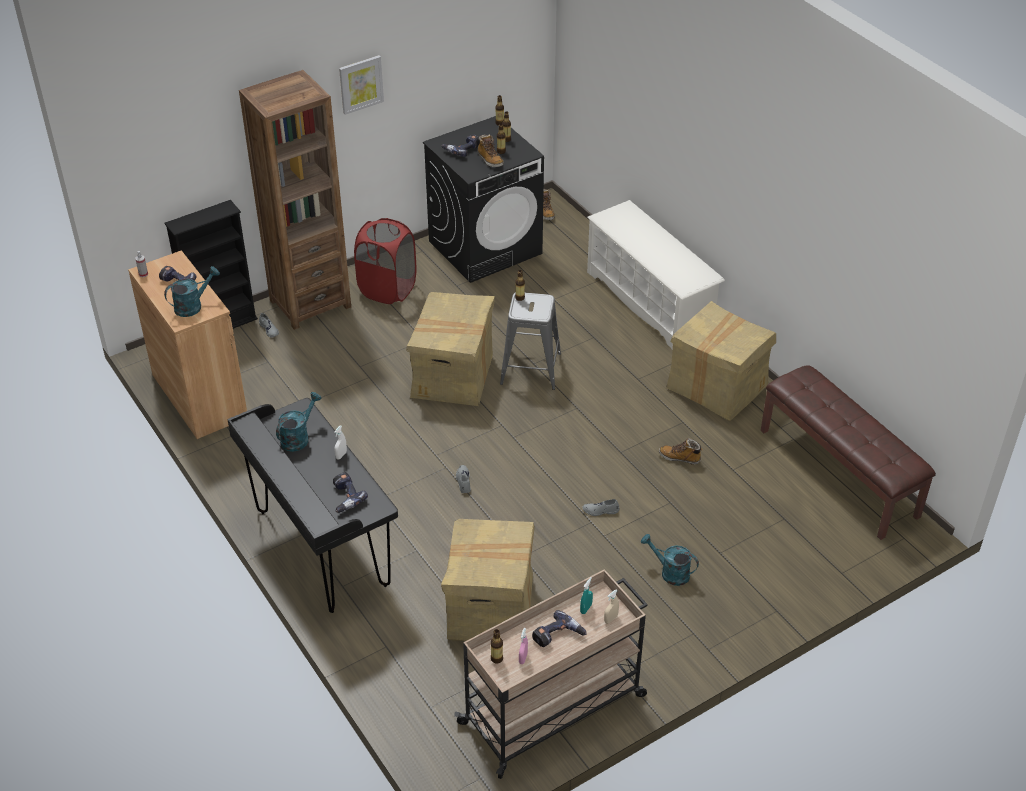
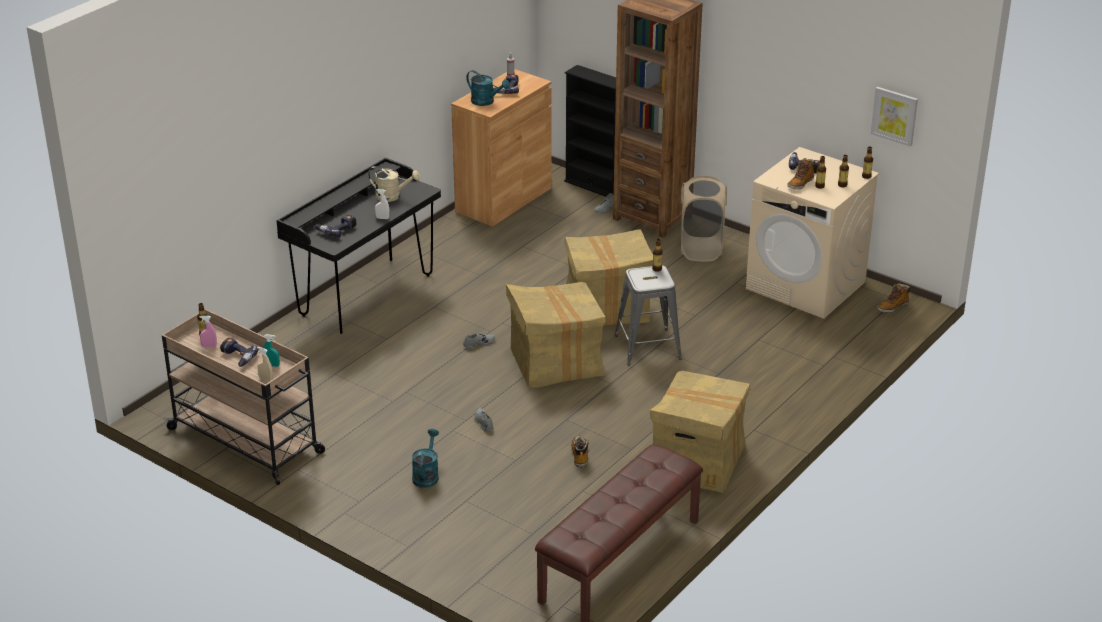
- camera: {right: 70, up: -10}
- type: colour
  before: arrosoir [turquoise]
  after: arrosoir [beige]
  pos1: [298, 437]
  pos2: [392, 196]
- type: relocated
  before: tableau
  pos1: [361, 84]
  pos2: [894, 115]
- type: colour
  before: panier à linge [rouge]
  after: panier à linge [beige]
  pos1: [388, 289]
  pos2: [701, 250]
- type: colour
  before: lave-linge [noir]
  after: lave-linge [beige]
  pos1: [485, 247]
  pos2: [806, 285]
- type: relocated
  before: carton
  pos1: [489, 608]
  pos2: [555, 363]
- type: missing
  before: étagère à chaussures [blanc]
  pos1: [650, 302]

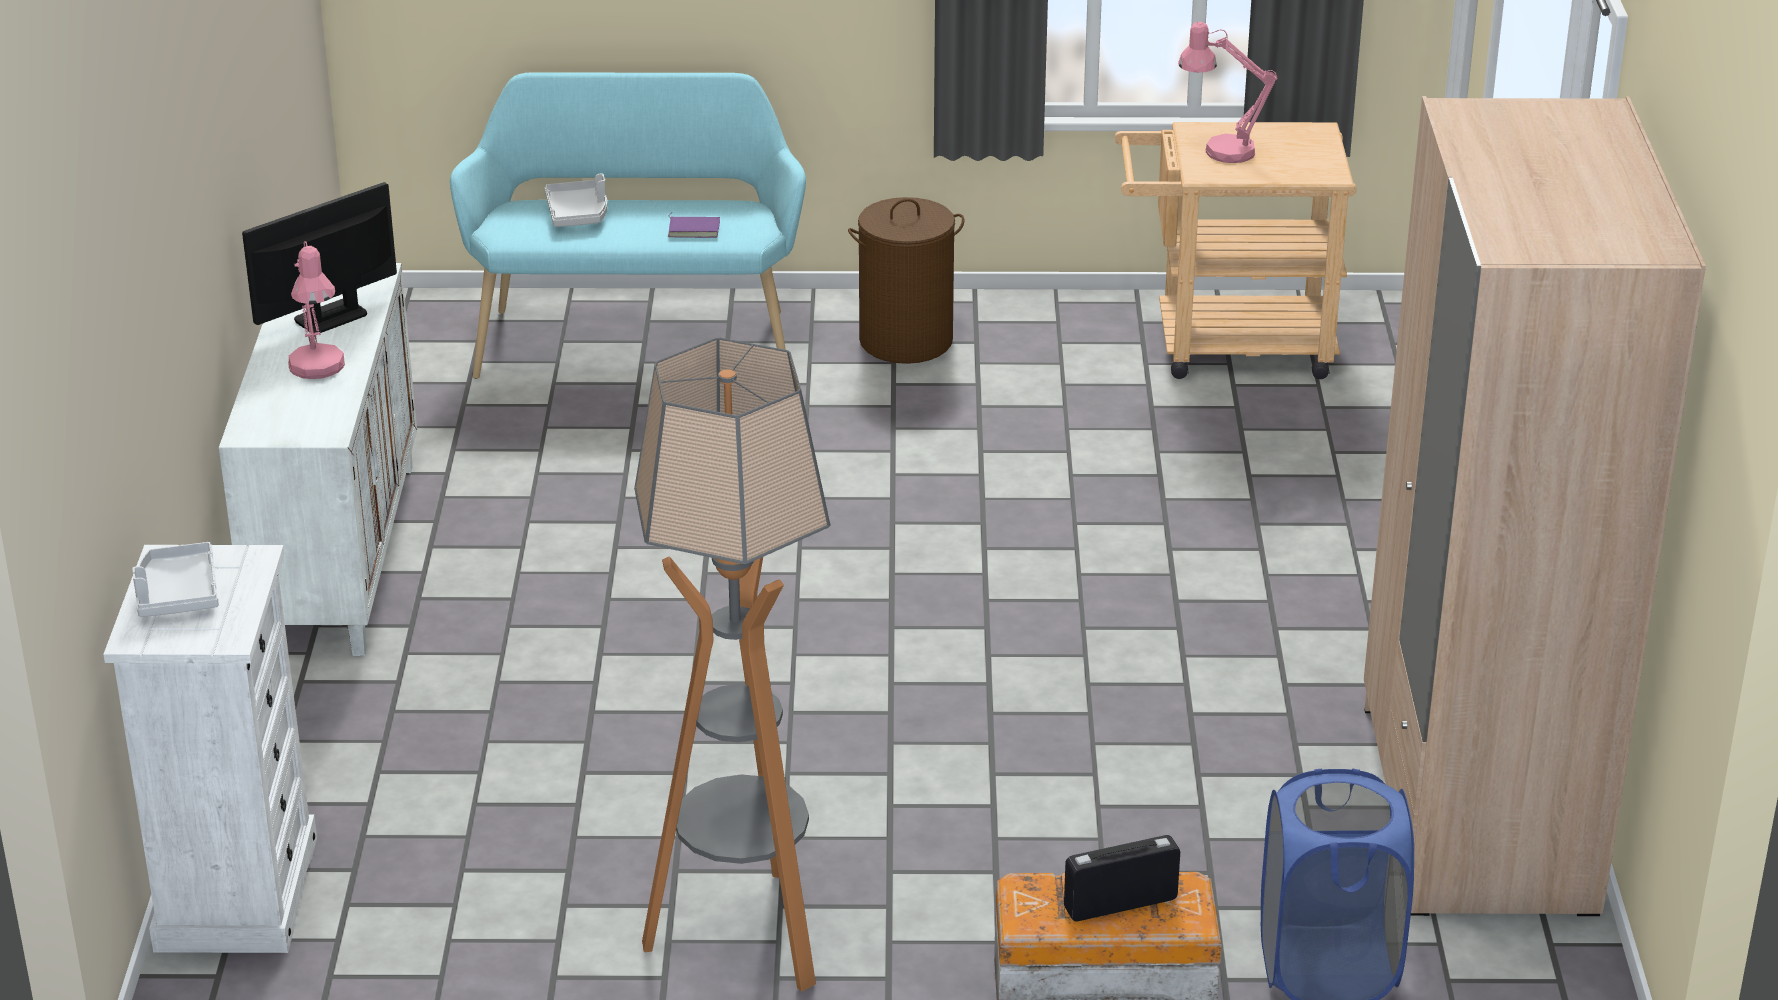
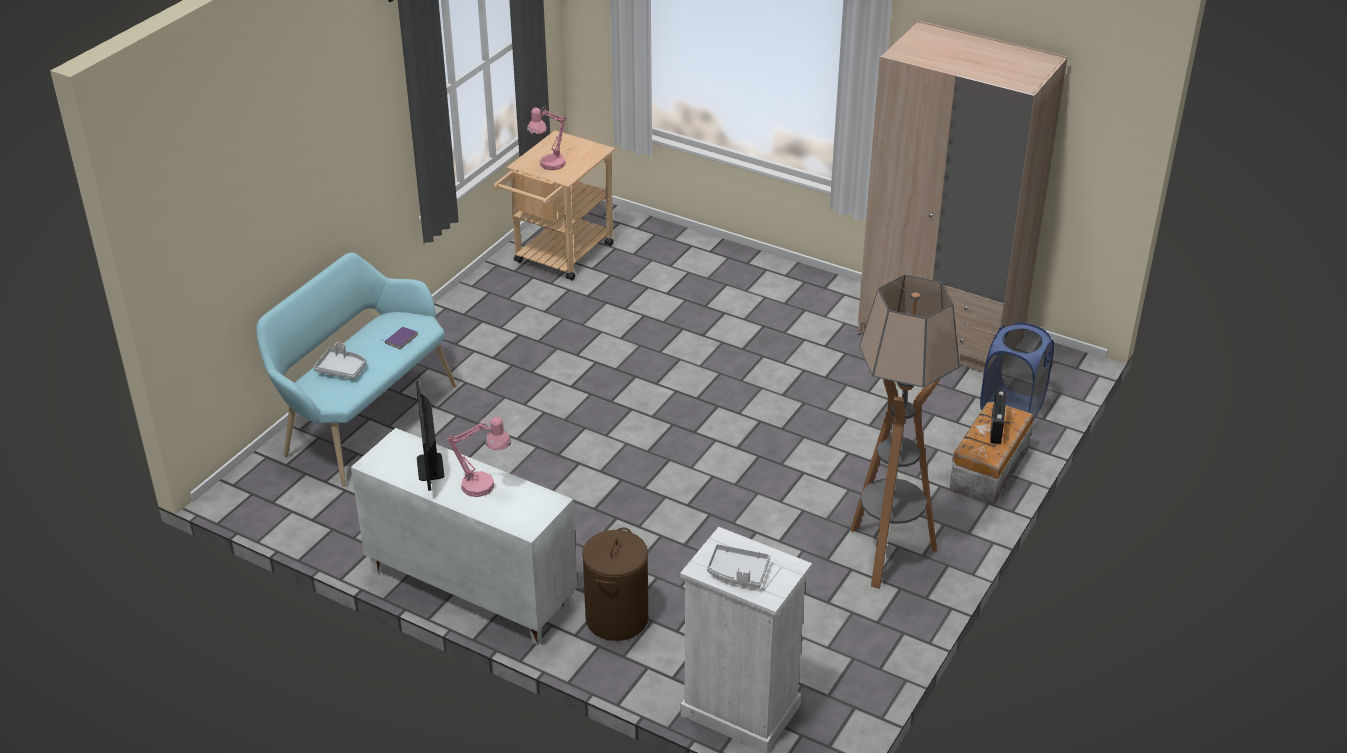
- camera: {right: -60, up: 5}
- type: relocated
  before: panier à linge [marron]
  pos1: [906, 341]
  pos2: [617, 618]

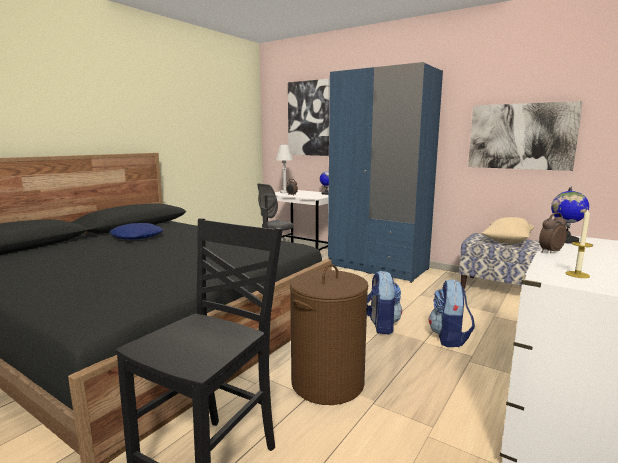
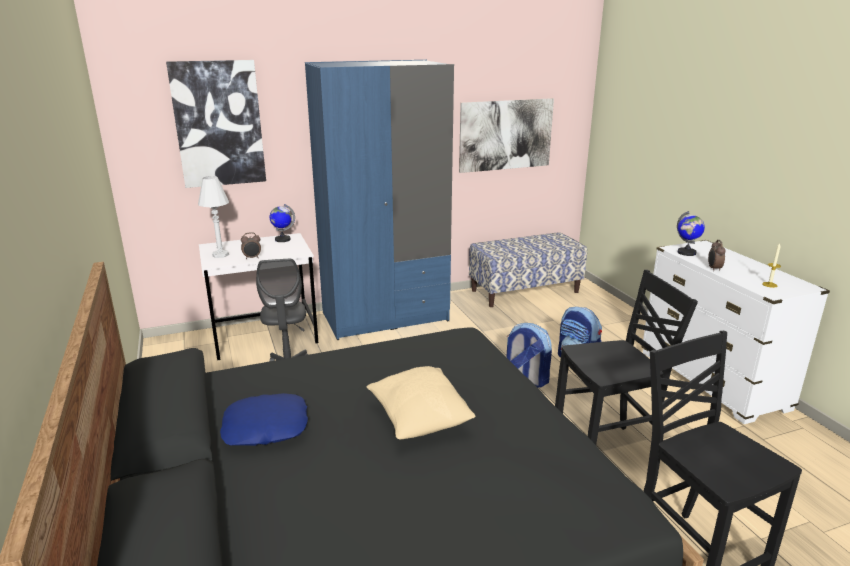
- camera: {right: -55, up: 10}
- type: exchanged
  before: panier à linge [marron]
  after: chaise [noir]
  pos1: [327, 383]
  pos2: [606, 450]
- type: relocated
  before: coussin [beige]
  pos1: [507, 241]
  pos2: [419, 420]

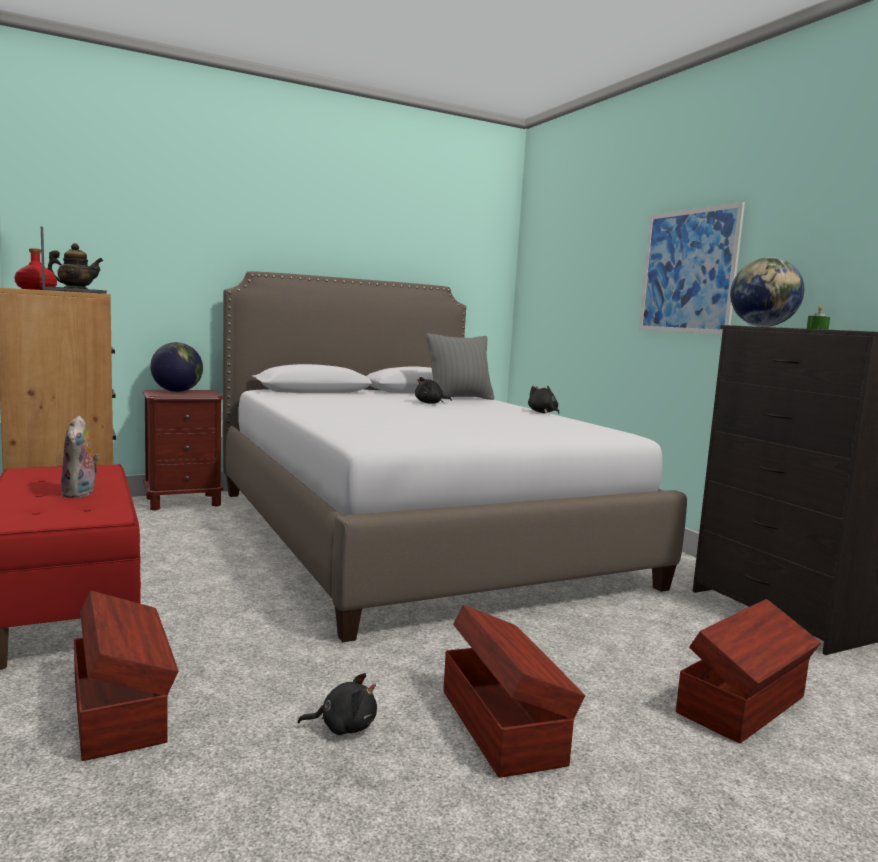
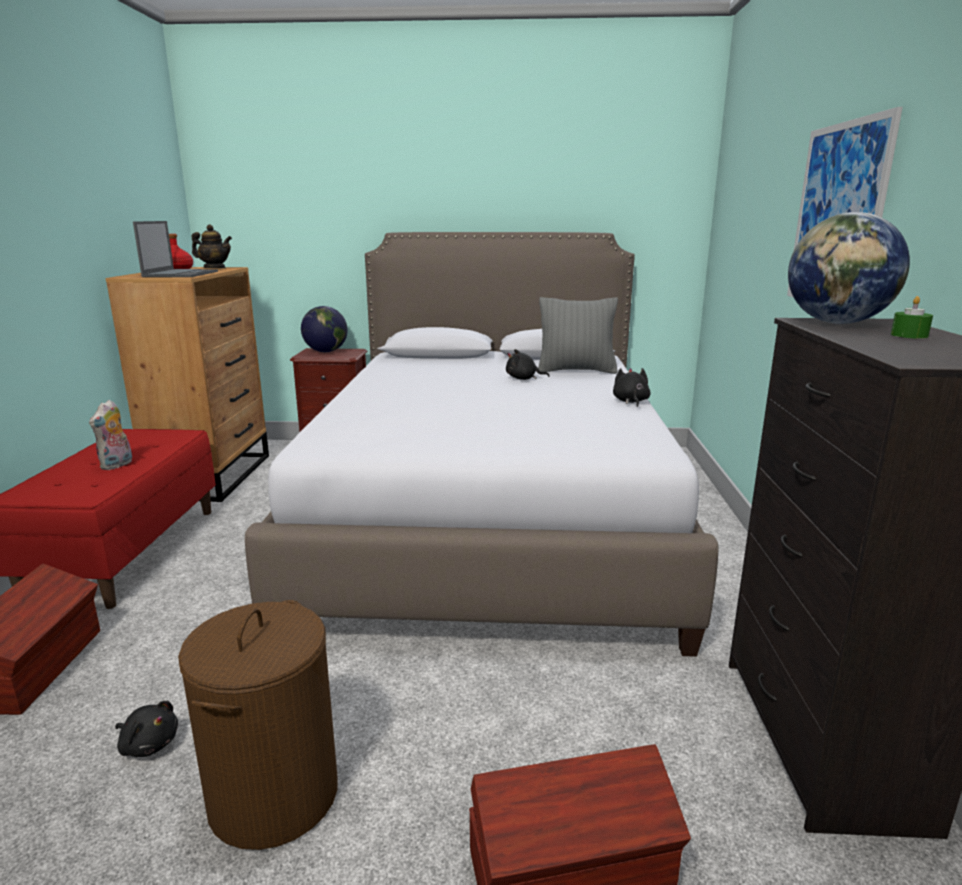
- camera: {right: 30, up: 10}
- type: exchanged
  before: boîte de rangement [marron]
  after: panier à linge [marron]
  pos1: [503, 725]
  pos2: [274, 794]

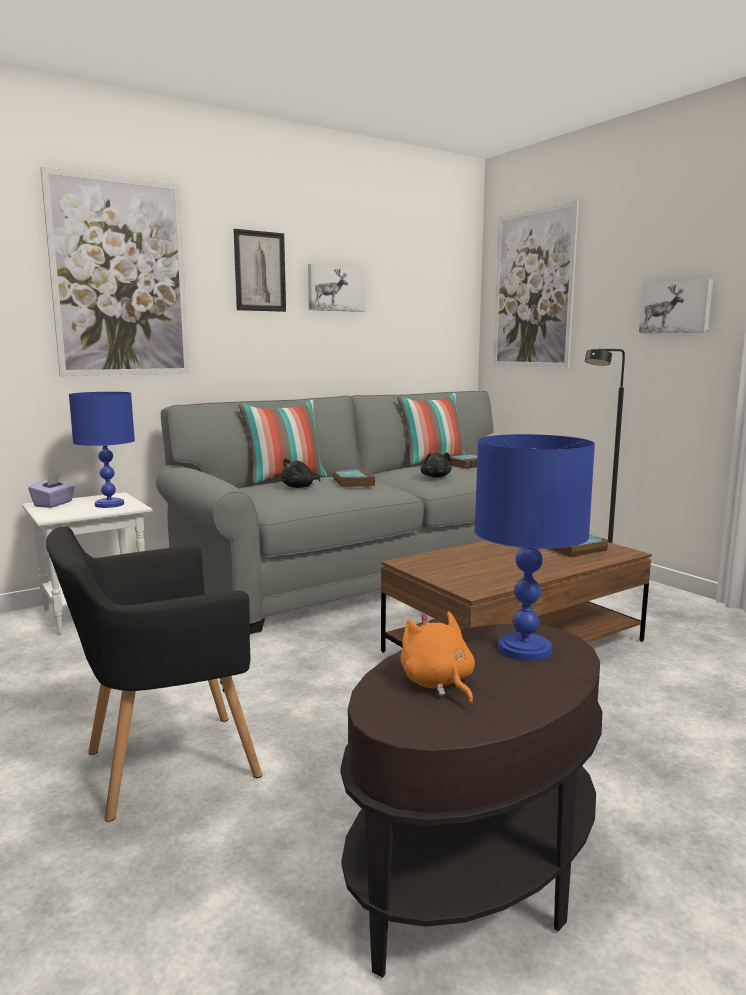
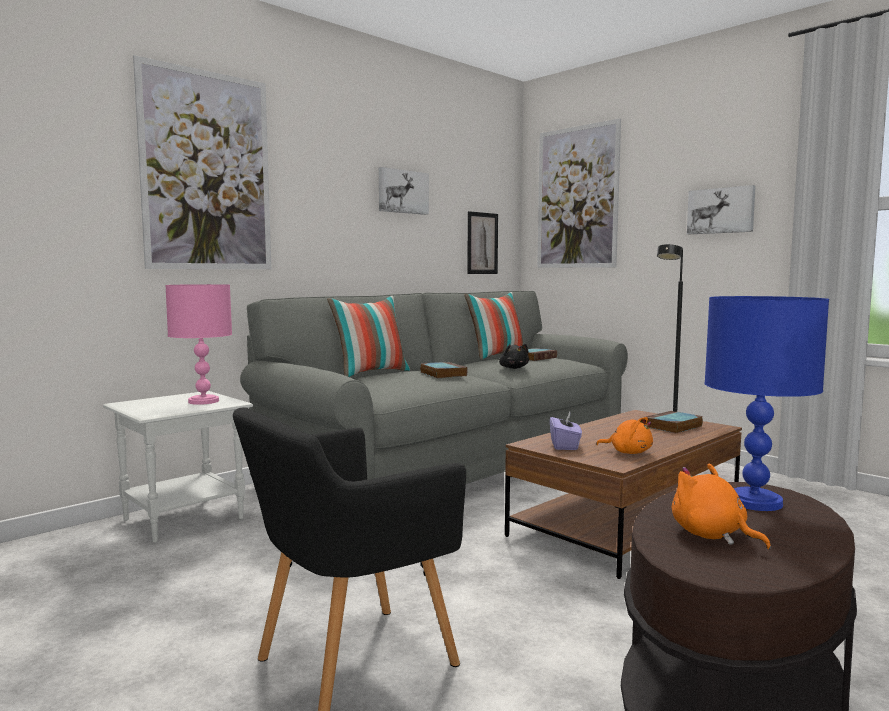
- camera: {right: -10, up: -5}
- type: relocated
  before: boîte à mouchoirs [violet]
  pos1: [54, 504]
  pos2: [565, 445]
- type: colour
  before: lampe de table [bleu]
  after: lampe de table [rose]
  pos1: [109, 504]
  pos2: [203, 401]
- type: relocated
  before: tableau
  pos1: [260, 271]
  pos2: [482, 243]
- type: missing
  before: peluche [noir]
  pos1: [299, 487]
- type: appeared
  after: peluche [orange]
  pos2: [628, 452]

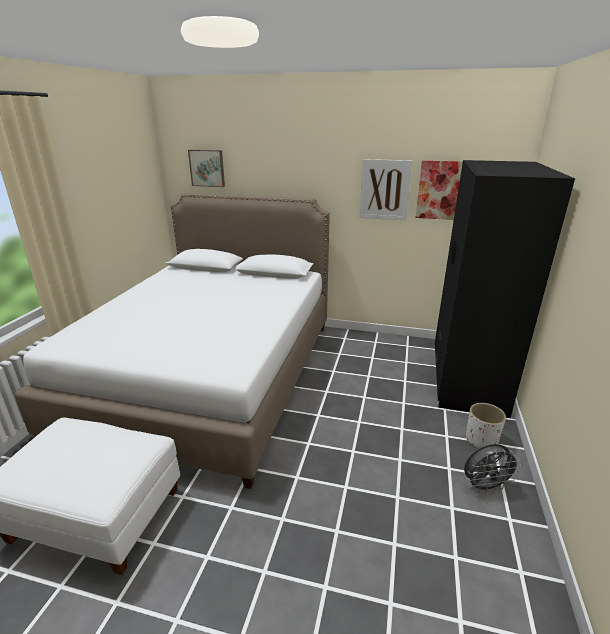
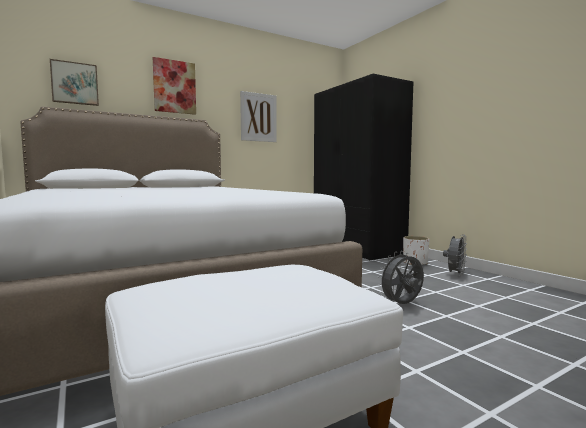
- camera: {right: -45, up: -20}
- type: relocated
  before: tableau
  pos1: [441, 190]
  pos2: [174, 87]
- type: appeared
  after: ventilateur [gris]
  pos2: [402, 305]

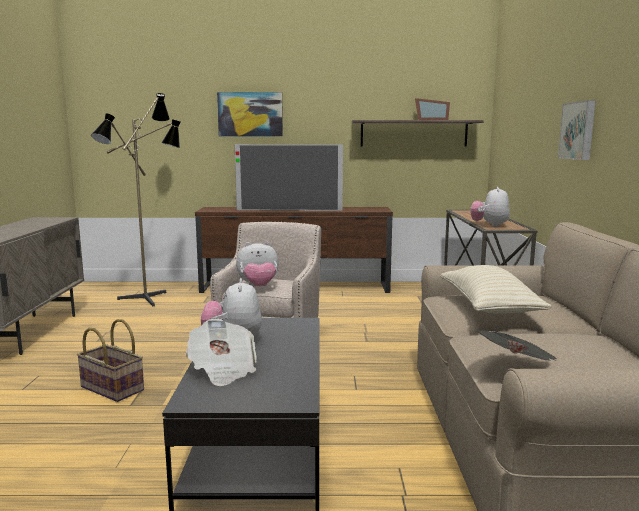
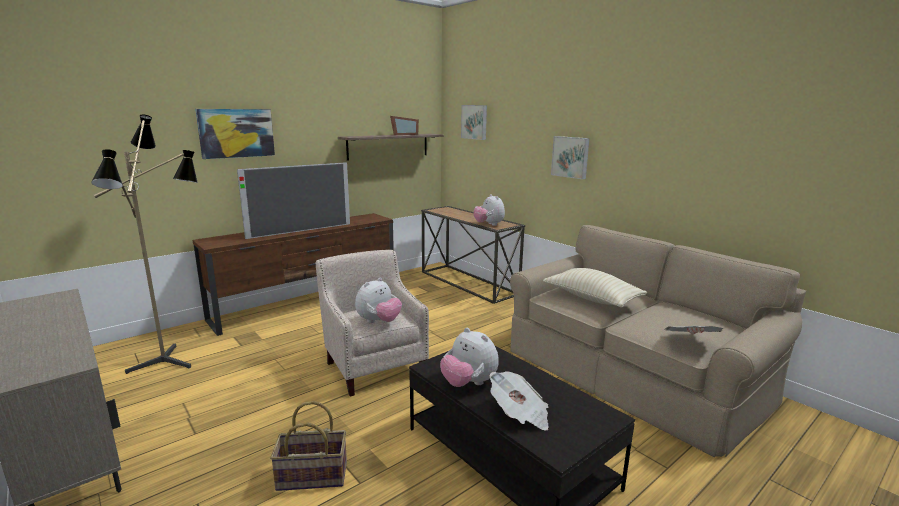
- camera: {right: -40, up: 5}
- type: appeared
  after: tableau
  pos2: [475, 122]

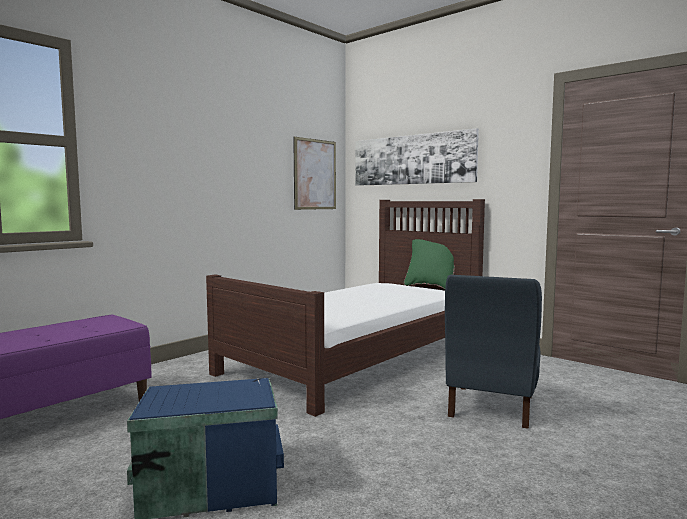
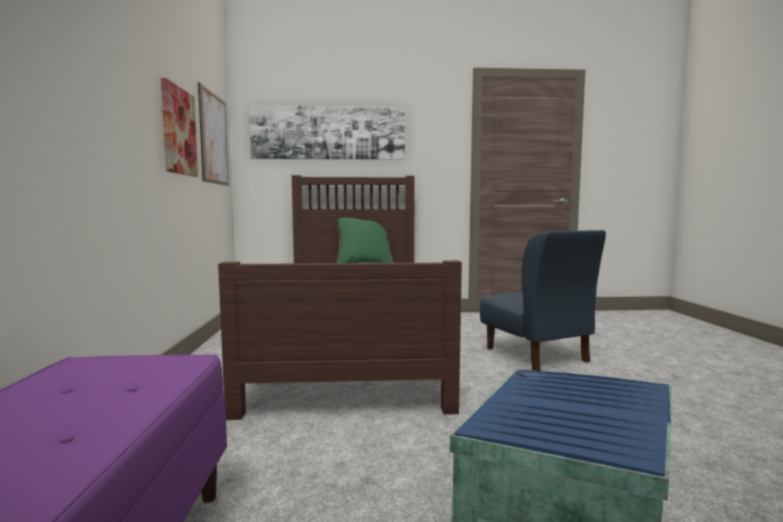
- camera: {right: -45, up: 0}
- type: appeared
  after: tableau
  pos2: [178, 131]

